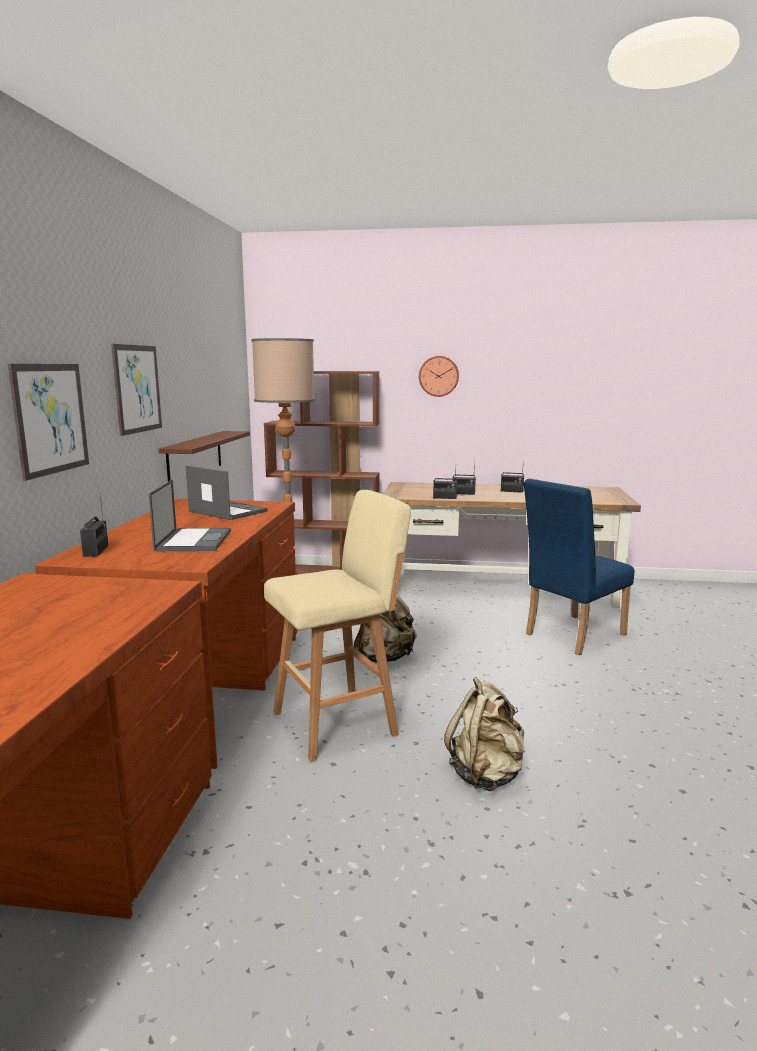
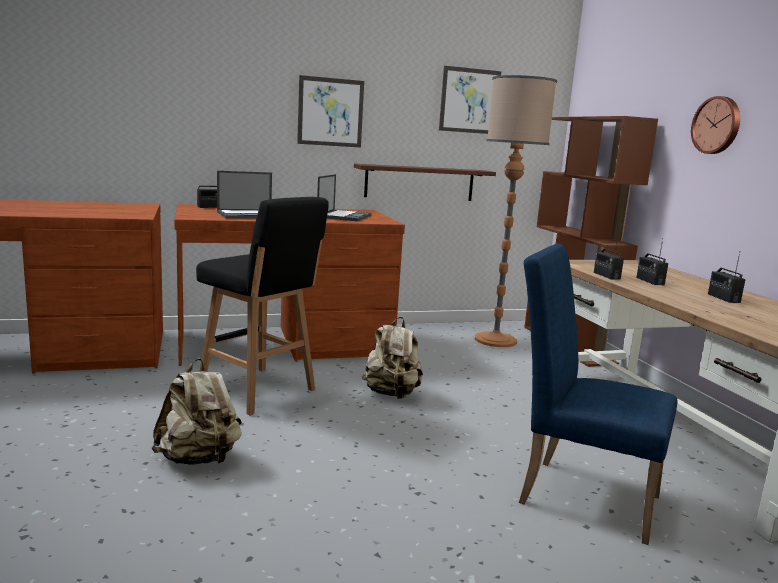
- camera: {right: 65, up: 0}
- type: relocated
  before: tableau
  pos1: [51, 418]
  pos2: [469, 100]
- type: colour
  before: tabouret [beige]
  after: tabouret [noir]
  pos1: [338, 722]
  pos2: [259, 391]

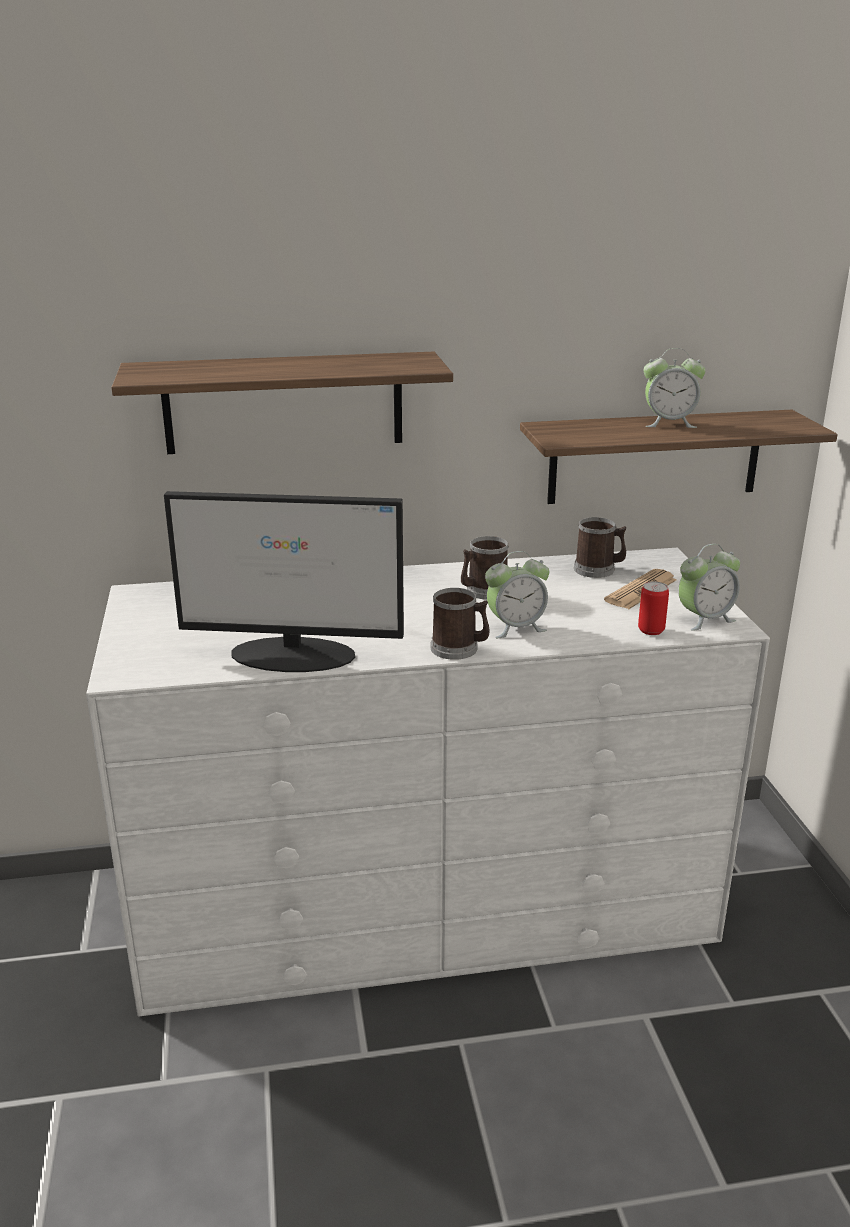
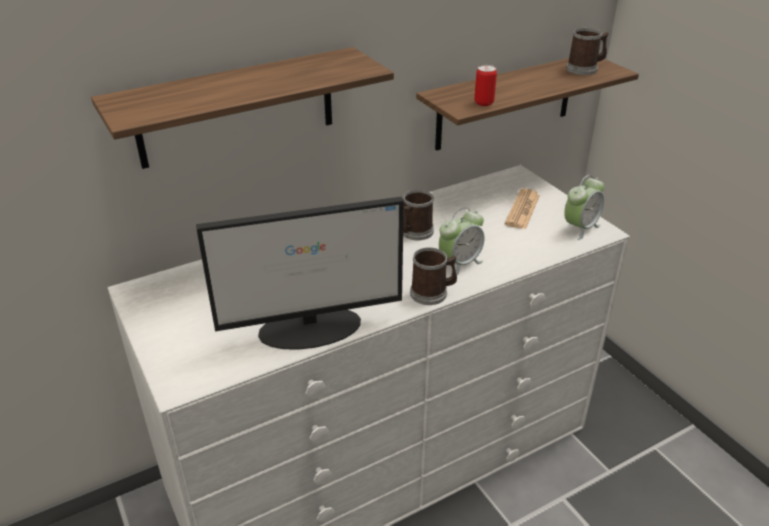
- camera: {right: -20, up: 10}
- type: relocated
  before: mug
  pos1: [599, 570]
  pos2: [585, 69]
- type: relocated
  before: boîte métallique
  pos1: [651, 630]
  pos2: [484, 103]
- type: missing
  before: réveil
  pos1: [669, 423]

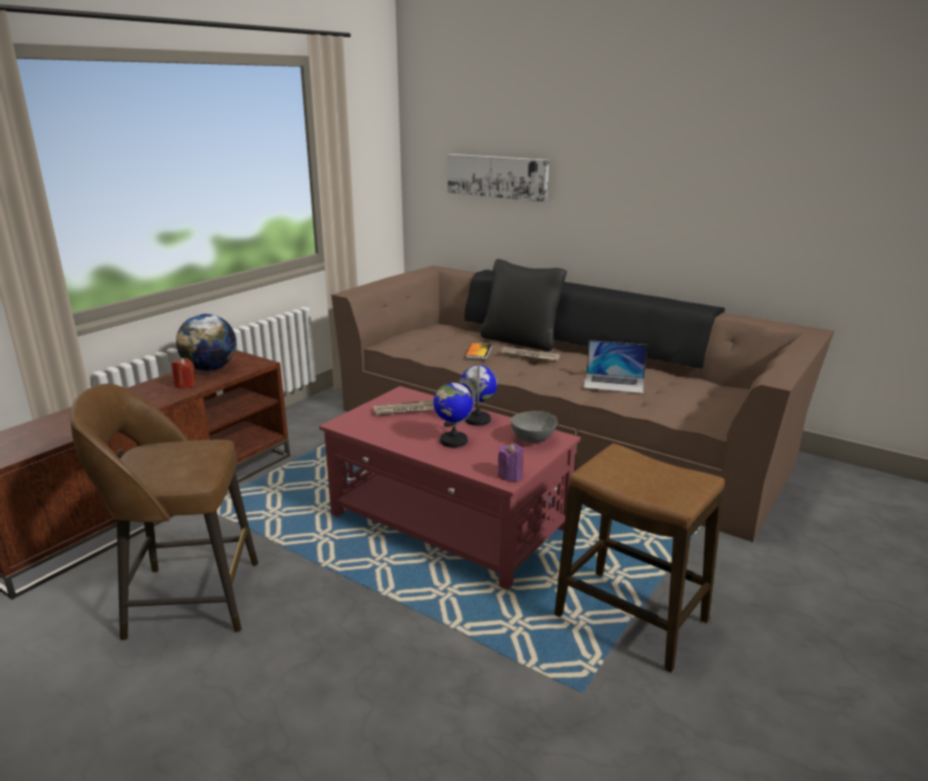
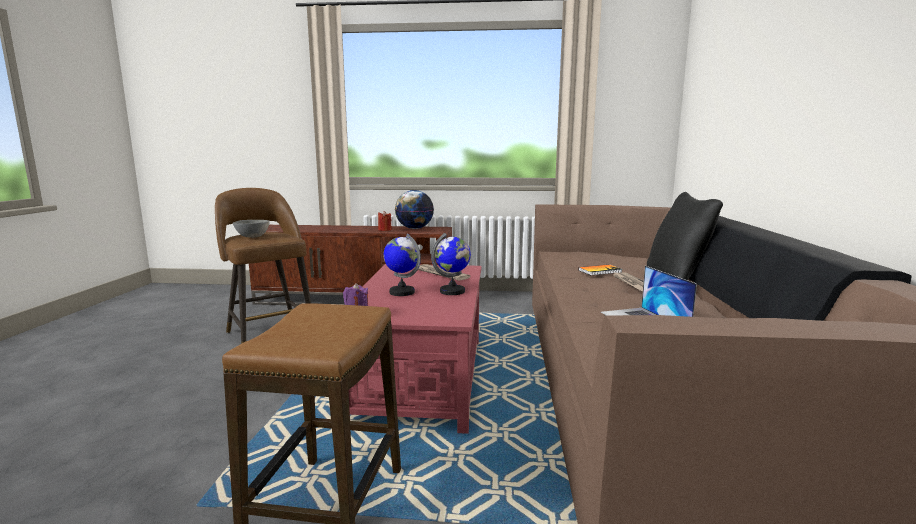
- camera: {right: 60, up: -10}
- type: missing
  before: tableau
  pos1: [497, 176]
- type: relocated
  before: bol [gris]
  pos1: [534, 439]
  pos2: [252, 237]

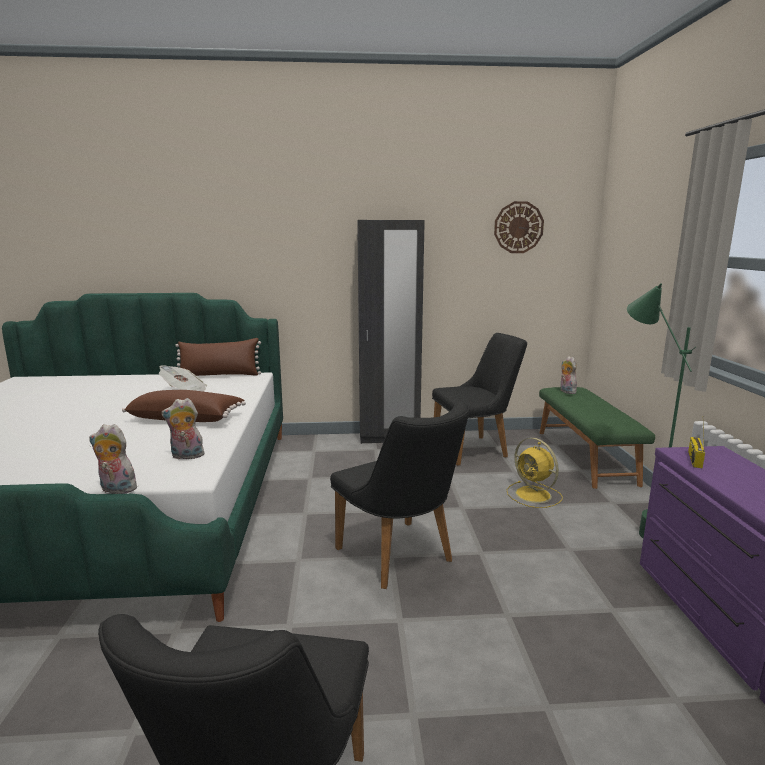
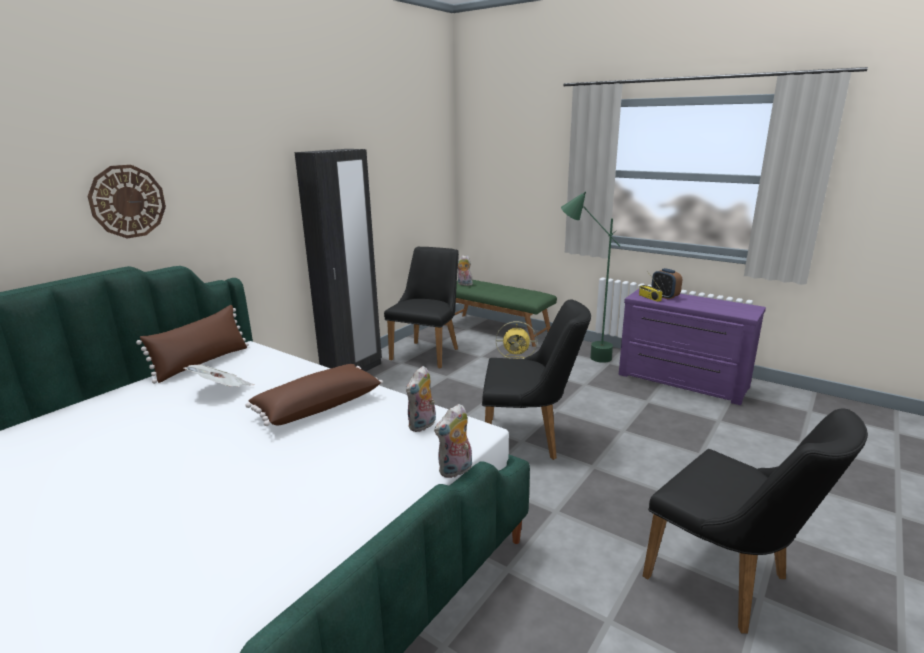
- camera: {right: -50, up: 5}
- type: relocated
  before: horloge murale
  pos1: [518, 227]
  pos2: [127, 201]
- type: appeared
  after: réveil
  pos2: [664, 296]

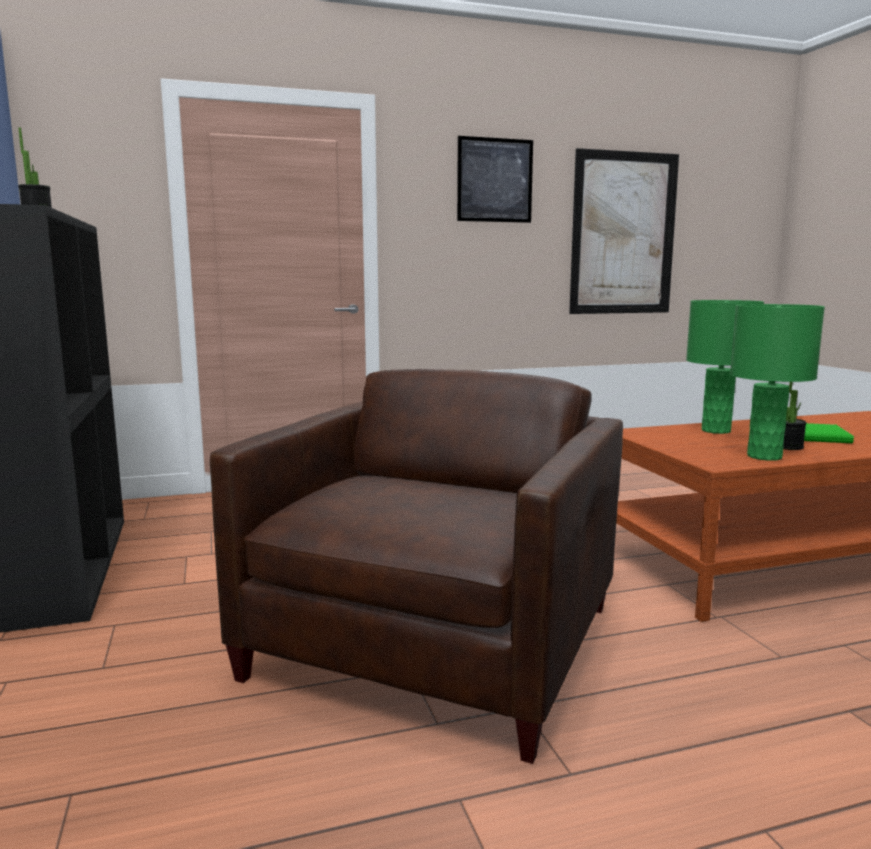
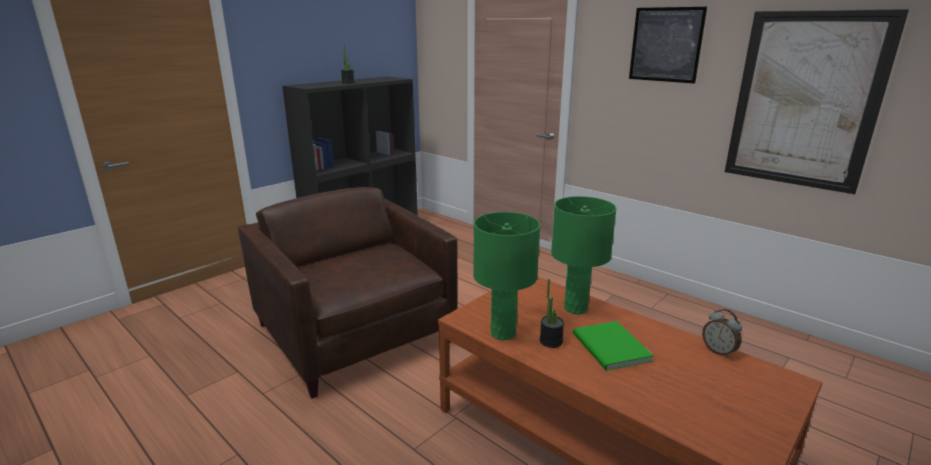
- camera: {right: 60, up: 10}
- type: spun
  before: fauteuil [marron]
  pos1: [437, 642]
  pos2: [355, 332]
  turn: -120
- type: appeared
  after: réveil
  pos2: [718, 351]

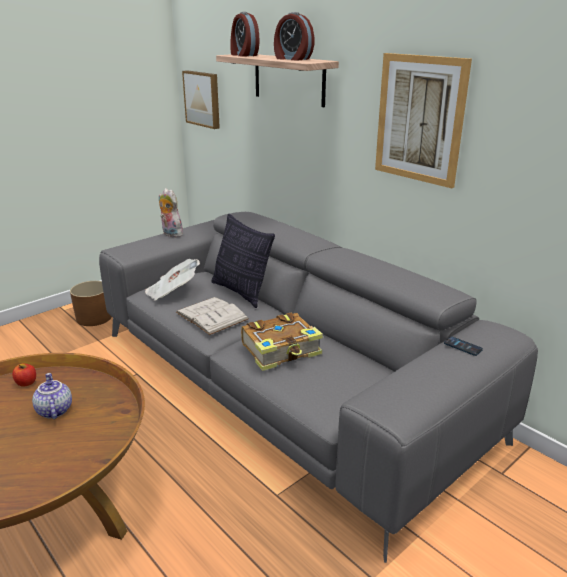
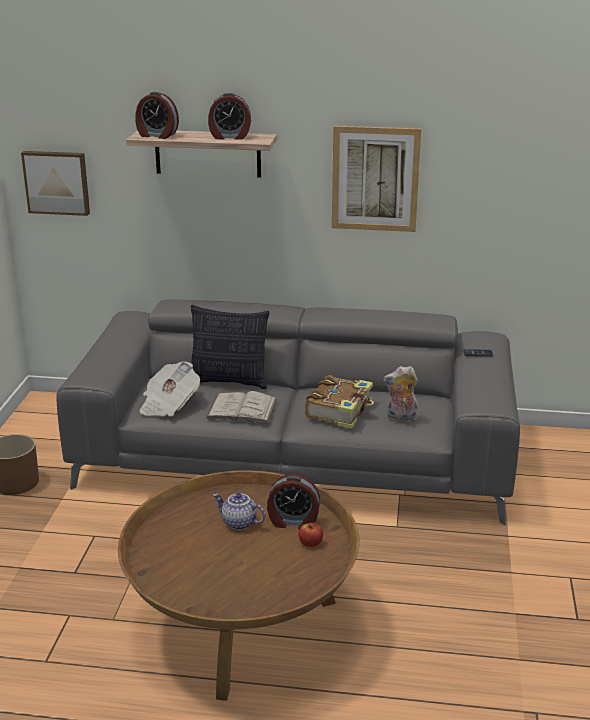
- camera: {right: -40, up: 0}
- type: relocated
  before: pomme
  pos1: [26, 383]
  pos2: [310, 543]
- type: relocated
  before: peluche
  pos1: [170, 234]
  pos2: [400, 419]
- type: appeared
  after: réveil
  pos2: [293, 521]

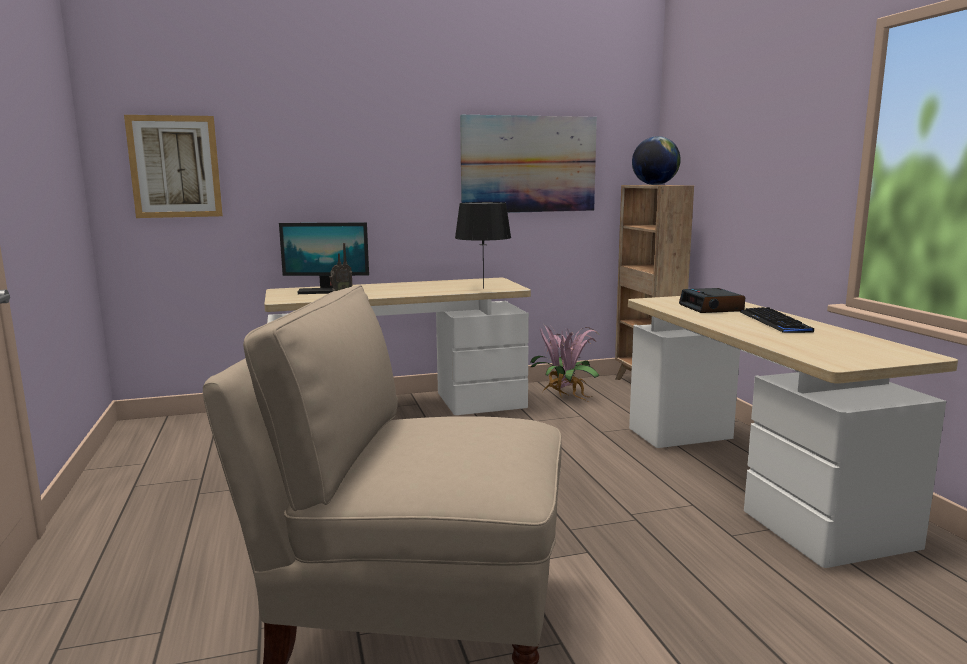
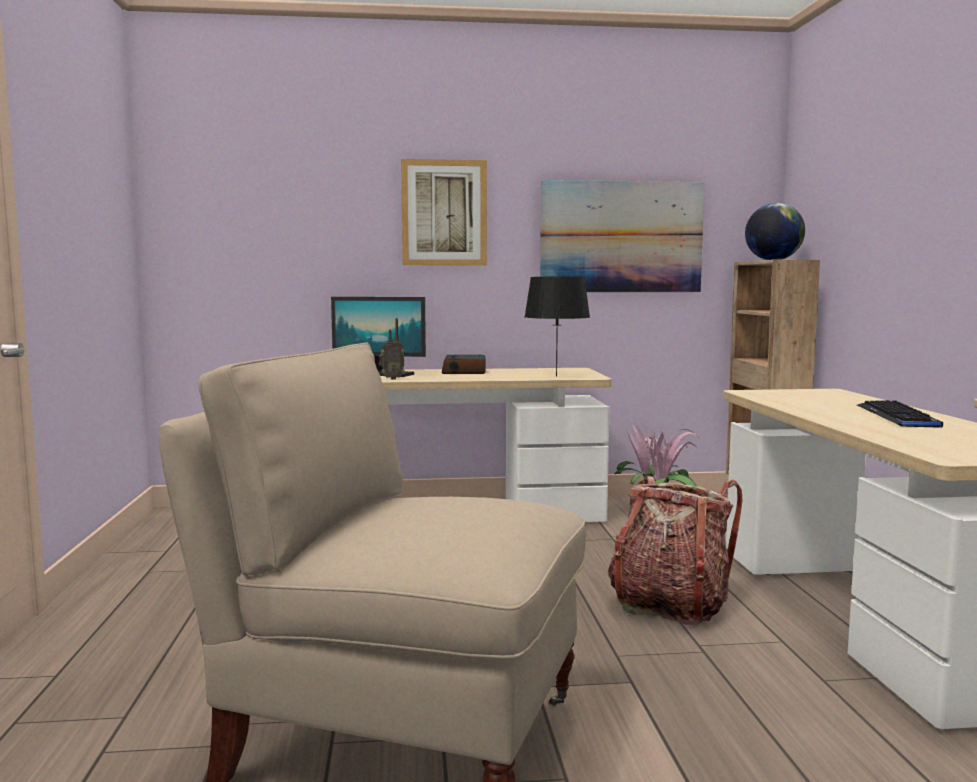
- camera: {right: 10, up: -5}
- type: relocated
  before: tableau
  pos1: [175, 167]
  pos2: [444, 213]
- type: relocated
  before: réveil
  pos1: [711, 308]
  pos2: [465, 371]
- type: appeared
  after: sac à dos
  pos2: [670, 604]

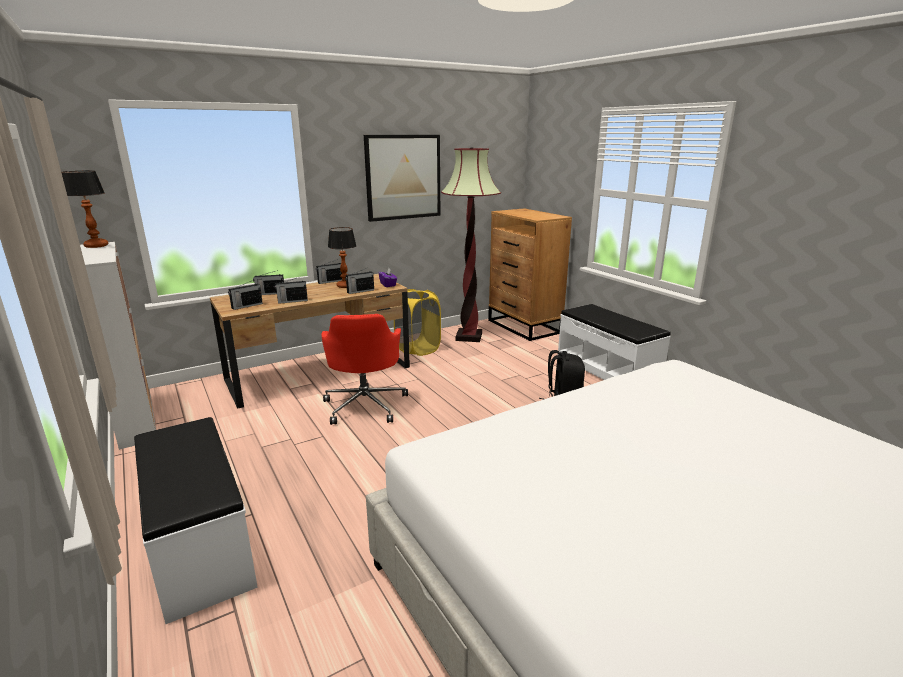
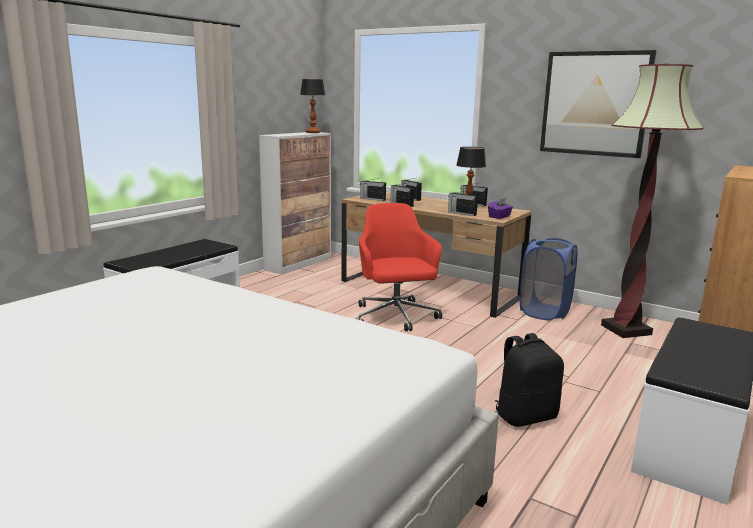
- camera: {right: 65, up: -5}
- type: spun
  before: chaise de bureau [rouge]
  pos1: [365, 405]
  pos2: [395, 317]
  turn: 105
- type: colour
  before: panier à linge [jaune]
  after: panier à linge [bleu]
  pos1: [417, 349]
  pos2: [544, 312]

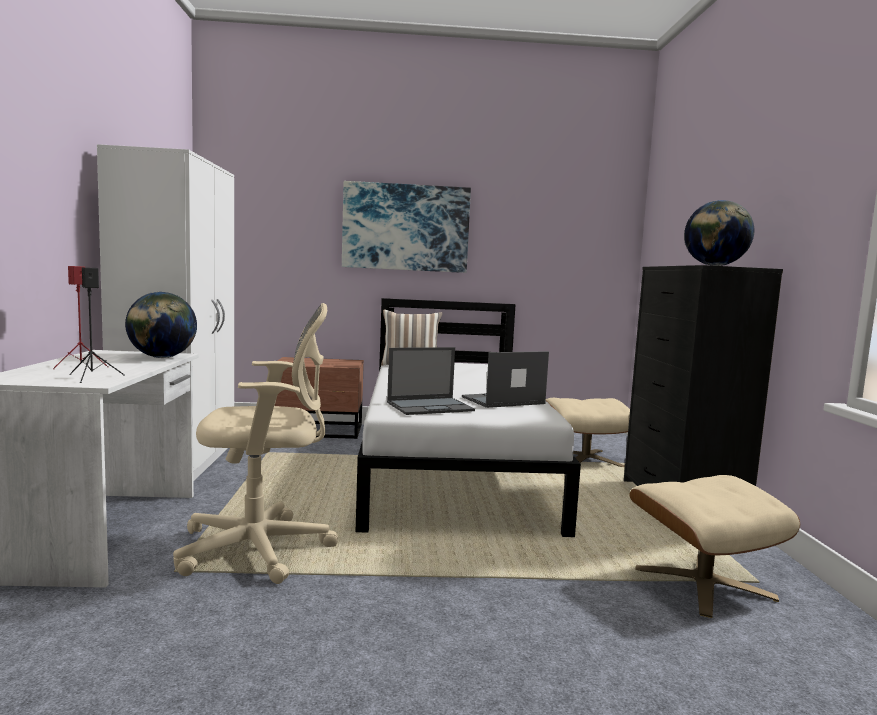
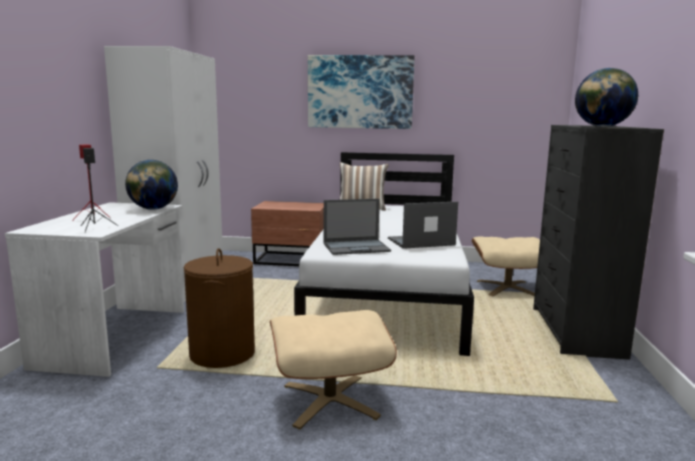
- camera: {right: 10, up: 5}
- type: exchanged
  before: chaise de bureau [beige]
  after: panier à linge [marron]
  pos1: [262, 549]
  pos2: [222, 354]
- type: relocated
  before: pouf [beige]
  pos1: [703, 583]
  pos2: [330, 400]

